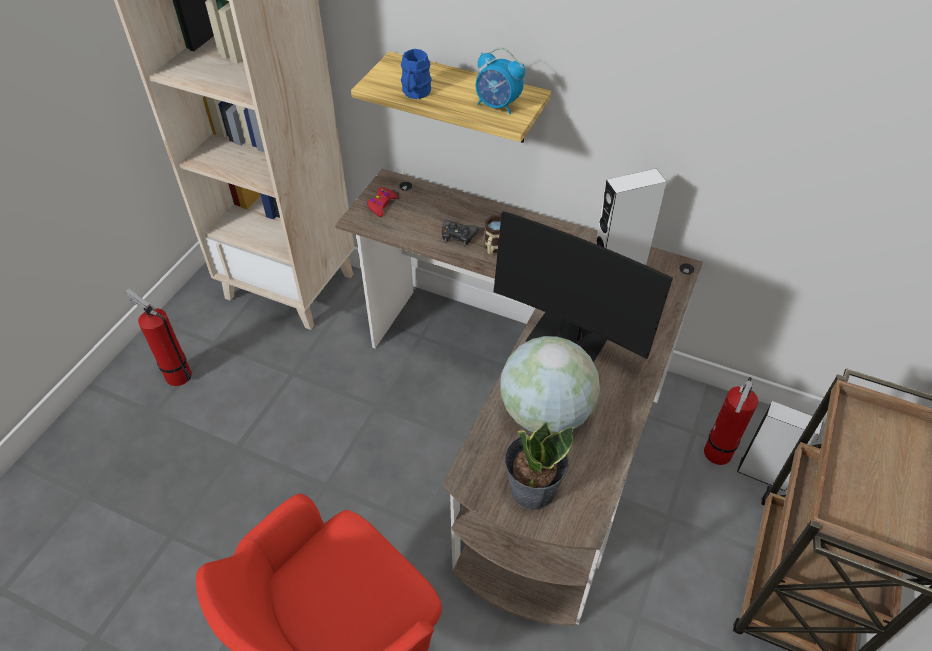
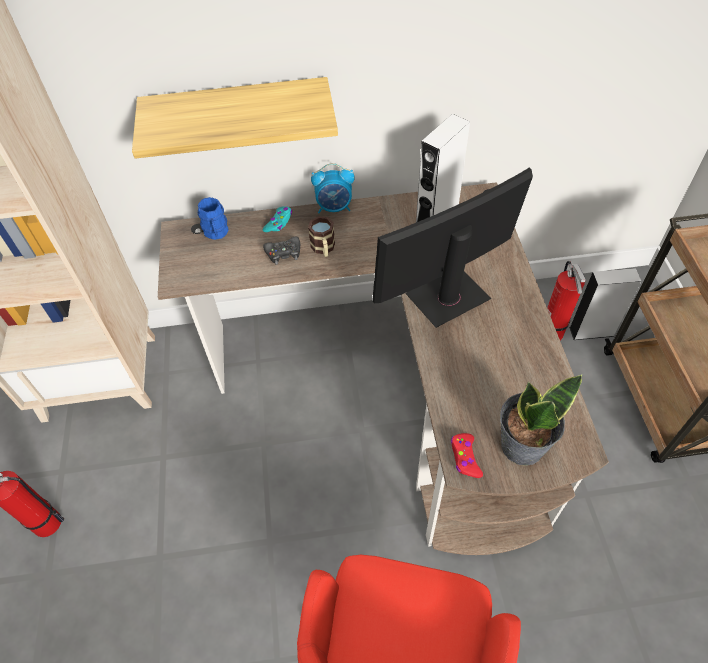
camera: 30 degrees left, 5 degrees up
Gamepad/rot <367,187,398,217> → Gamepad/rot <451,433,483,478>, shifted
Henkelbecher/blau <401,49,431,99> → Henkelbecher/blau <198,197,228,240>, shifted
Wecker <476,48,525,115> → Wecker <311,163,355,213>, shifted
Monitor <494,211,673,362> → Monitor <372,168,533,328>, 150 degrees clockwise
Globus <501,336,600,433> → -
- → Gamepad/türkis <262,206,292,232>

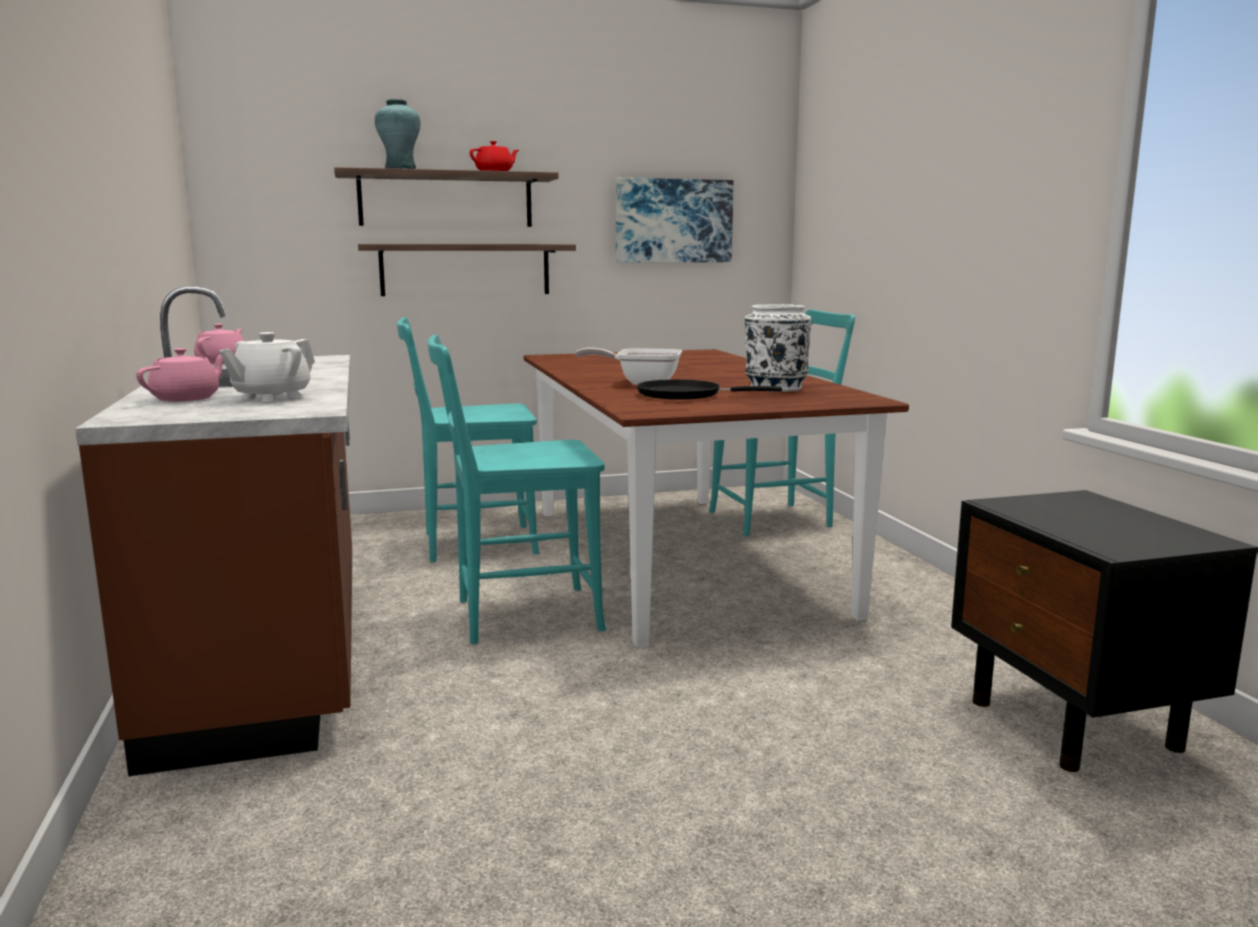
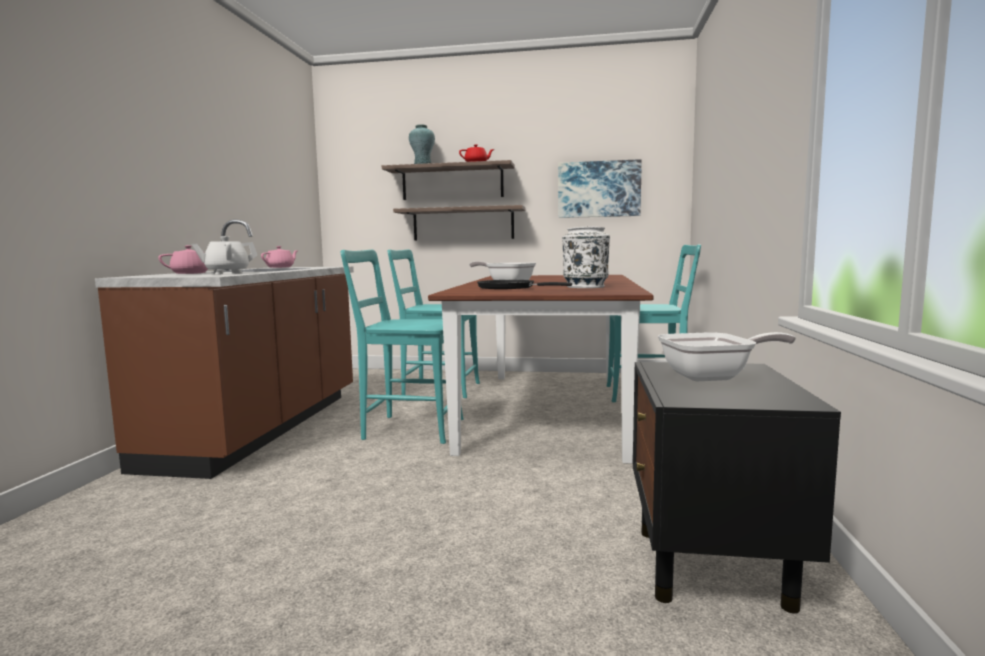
camera: 25 degrees right, 5 degrees down
- → Pfanne <658,332,796,381>

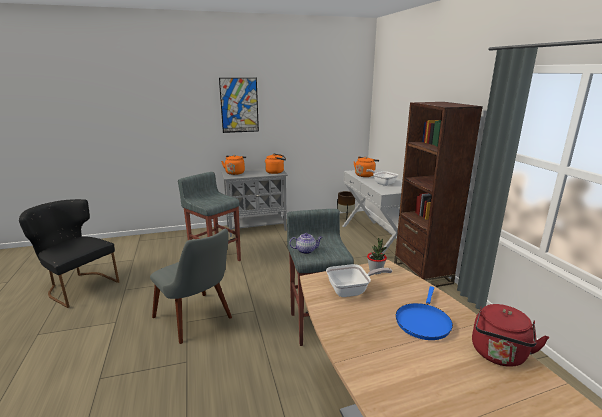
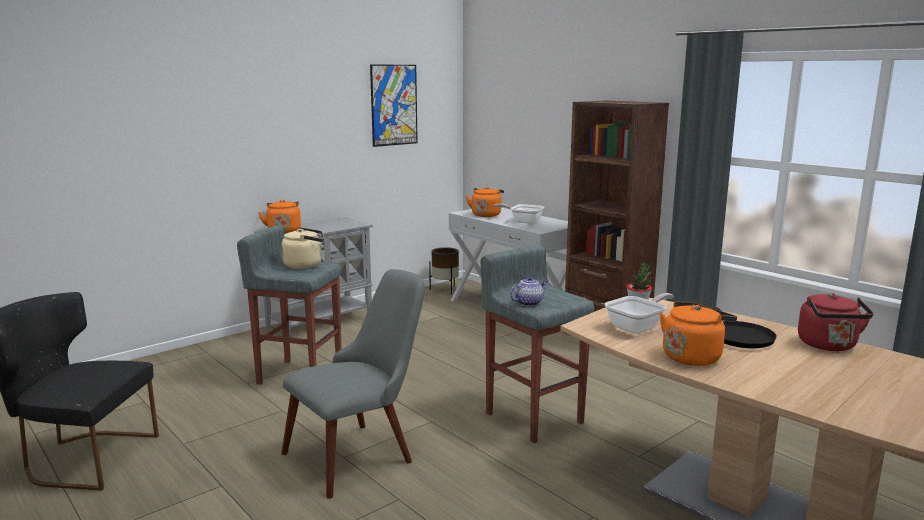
camera: 25 degrees left, 5 degrees down
Stuhl/grau <150,229,232,344> → Stuhl/grau <281,269,425,499>, 60 degrees counterclockwise
Bild <219,78,259,133> → Bild <370,64,418,147>, shifted
Wasserkessel/orange <265,153,286,174> → Wasserkessel/orange <660,302,737,366>, shifted
Pfanne/blau <396,286,453,340> → Pfanne/schwarz <713,307,777,348>
- → Wasserkessel/beige <281,228,324,269>

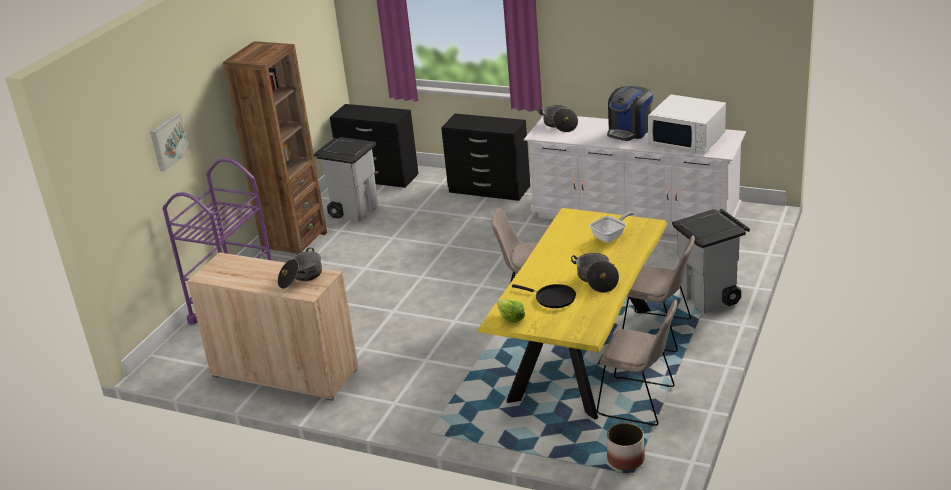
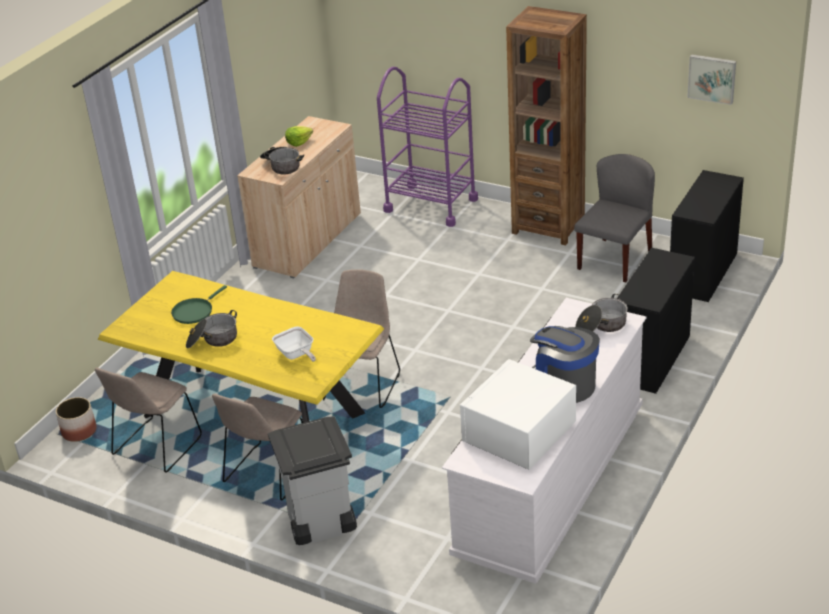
camera: 95 degrees right, 5 degrees up
Bild <150,114,190,171> → Bild <687,54,736,105>, shifted
Mülleimer/grau <314,137,378,222> → Stuhl/grau <574,154,655,283>
Salatkopf <497,299,525,323> → Salatkopf <285,126,313,147>, shifted
Pfanne/schwarz <512,284,576,308> → Pfanne/grün <171,285,227,324>

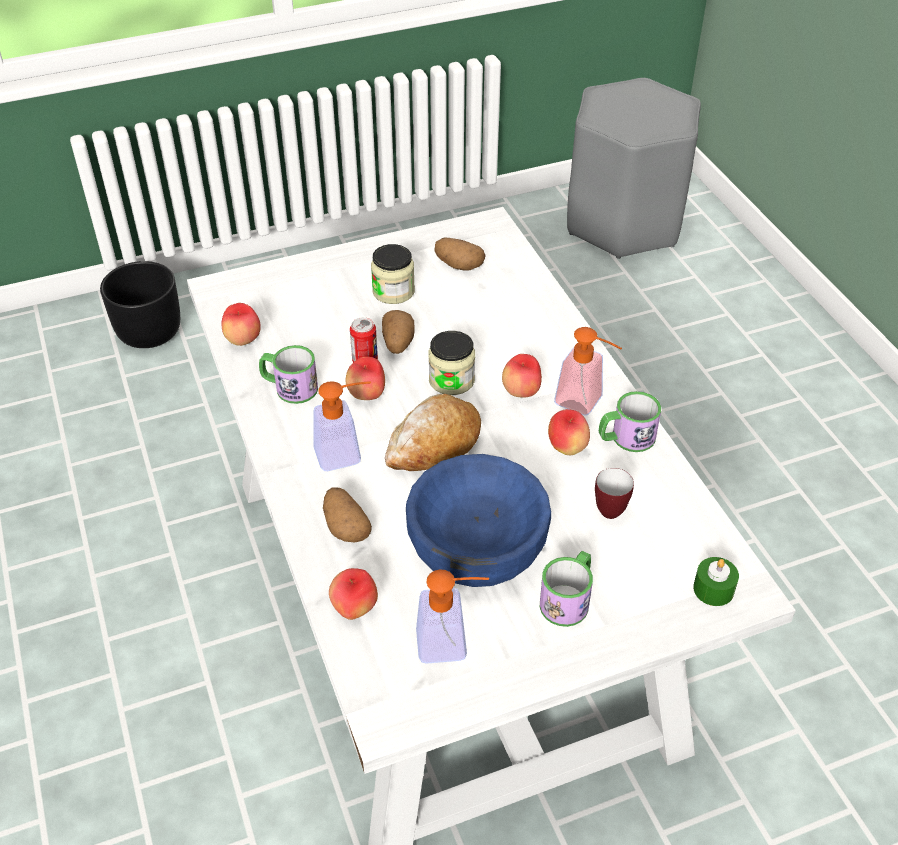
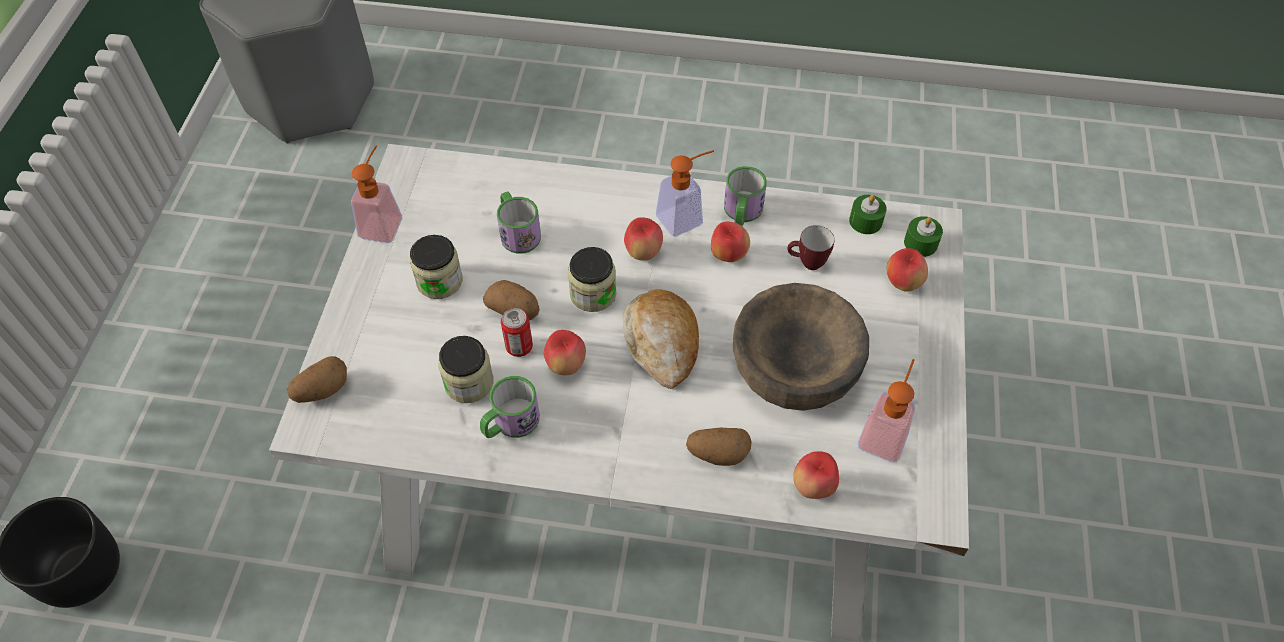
camera: 60 degrees left, 10 degrees up
Apfel <222,303,261,346> → Apfel <887,248,928,291>, shifted
Seifenspender <313,381,371,471> → Seifenspender <351,145,402,243>, shifted
Schüssel/blau <406,454,551,587> → Schüssel/braun <733,283,869,411>
Kartoffel <434,237,486,271> → Kartoffel <287,356,347,403>, shifted
Henkelbecher <540,551,593,627> → Henkelbecher <497,191,541,254>, shifted
- → Vorratsglas <438,336,494,403>
- → Kerze/grün <849,195,887,234>

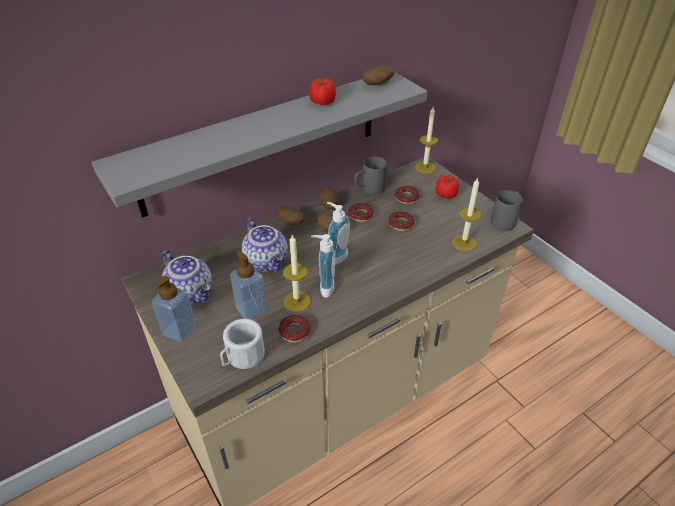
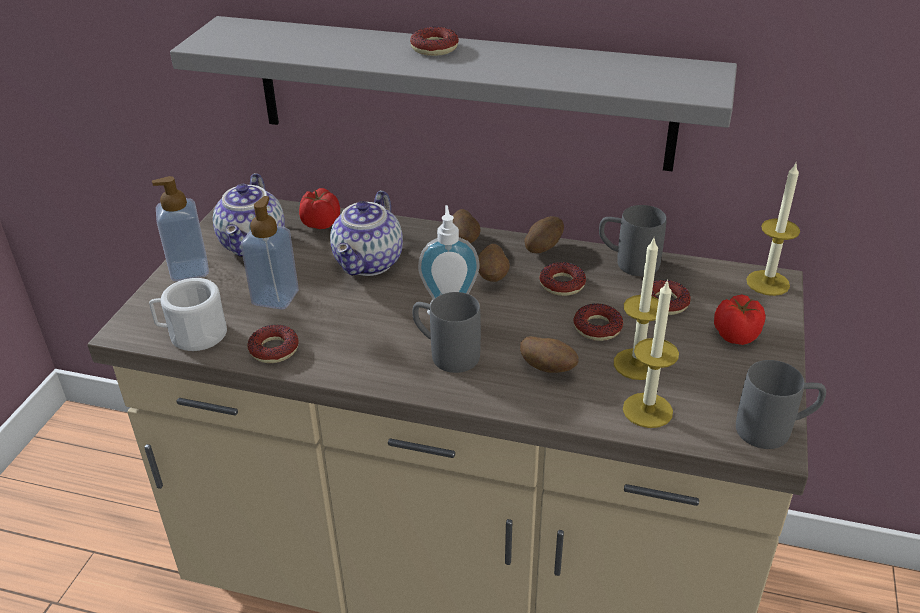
camera: 50 degrees right, 5 degrees down
Kerze <283,235,311,312> → Kerze <614,238,659,380>, shifted
Tomate <309,78,336,105> → Tomate <299,188,340,229>, shifted
Seifenspender <311,234,335,298> → -
Kartoffel <362,65,395,85> → Kartoffel <520,336,579,373>, shifted
- → Donut <410,27,459,56>
- → Henkelbecher/grau <412,292,481,373>

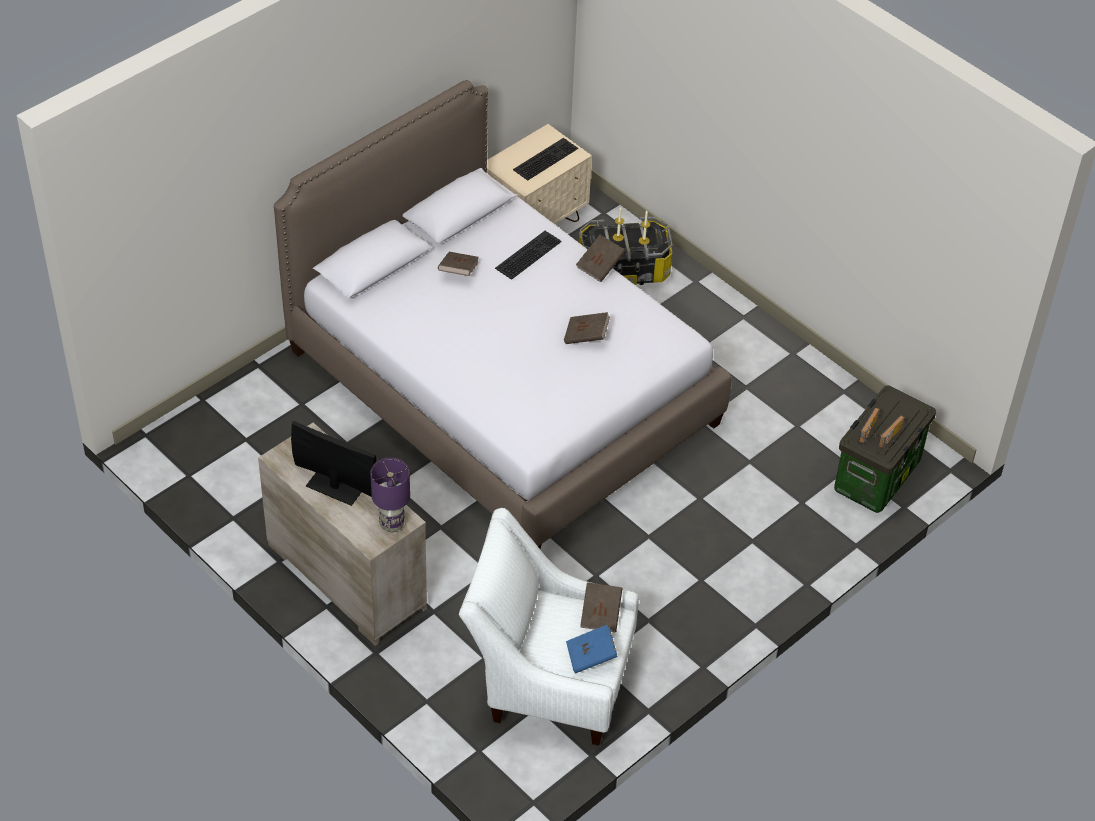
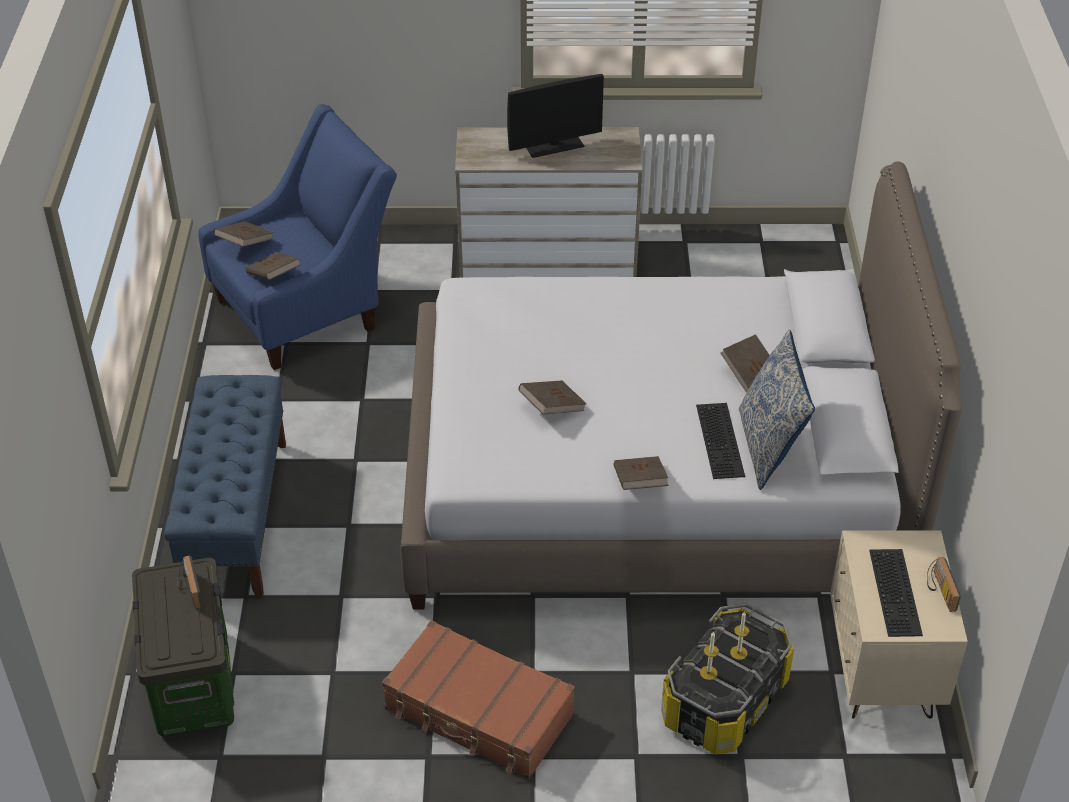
camera: 135 degrees right, 5 degrees down
Tischlampe/lila <370,458,410,532> → -
Sessel/weiß <459,508,639,746> → Sessel/blau <198,104,397,370>
Buch/blau <566,625,618,673> → Buch/braun <214,221,274,247>
Radio <878,416,904,450> → Radio <927,557,961,612>, shifted
- → Bank/blau <164,375,286,598>
- → Koffer/braun <382,620,575,779>
- → Kissen <739,330,815,490>

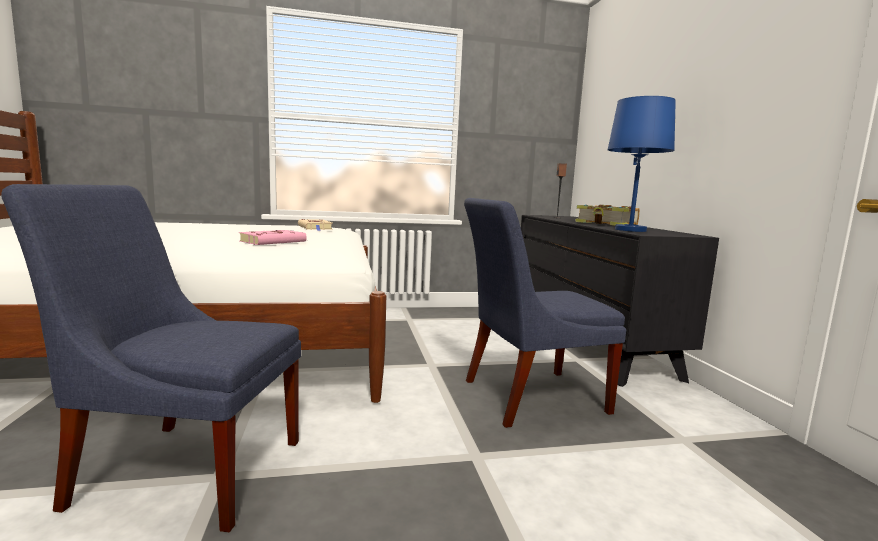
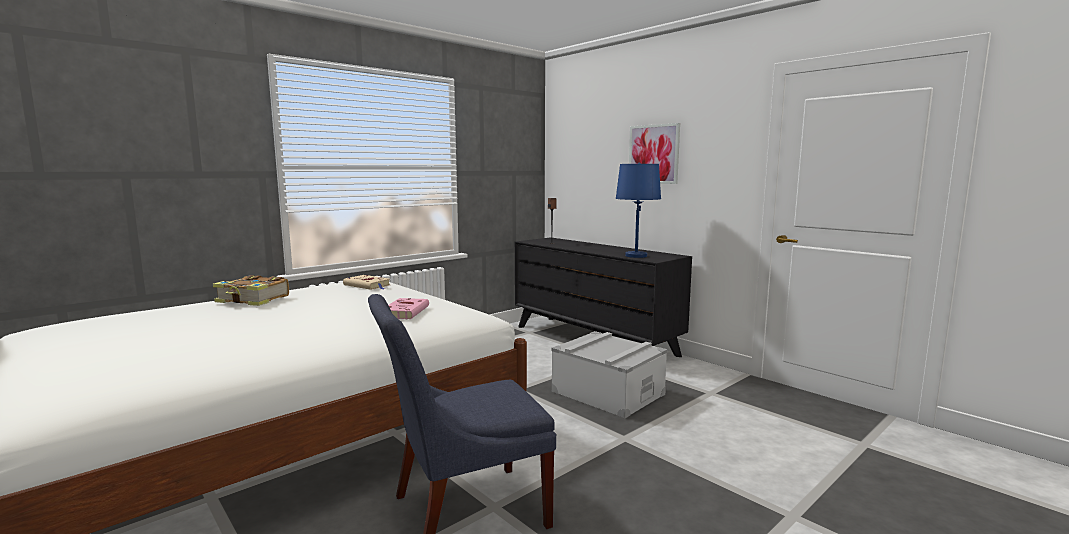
camera: 30 degrees left, 0 degrees up
Stuhl/blau <464,198,626,428> → Aufbewahrungsbox/grau <552,331,667,418>
Buch <575,205,640,226> → Buch <213,275,289,306>, shifted
- → Bild <629,123,680,184>

